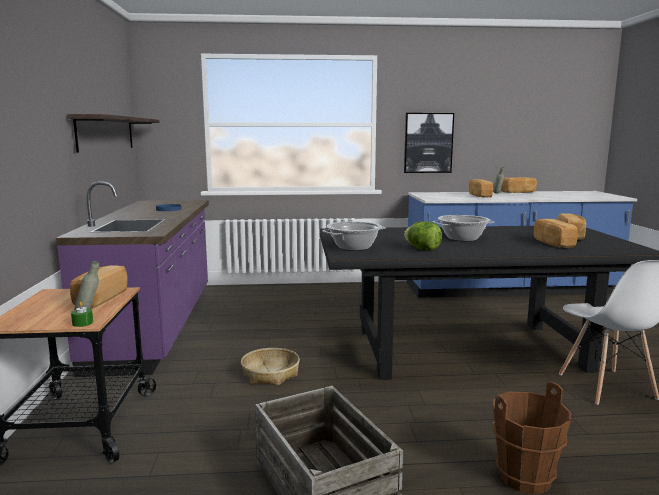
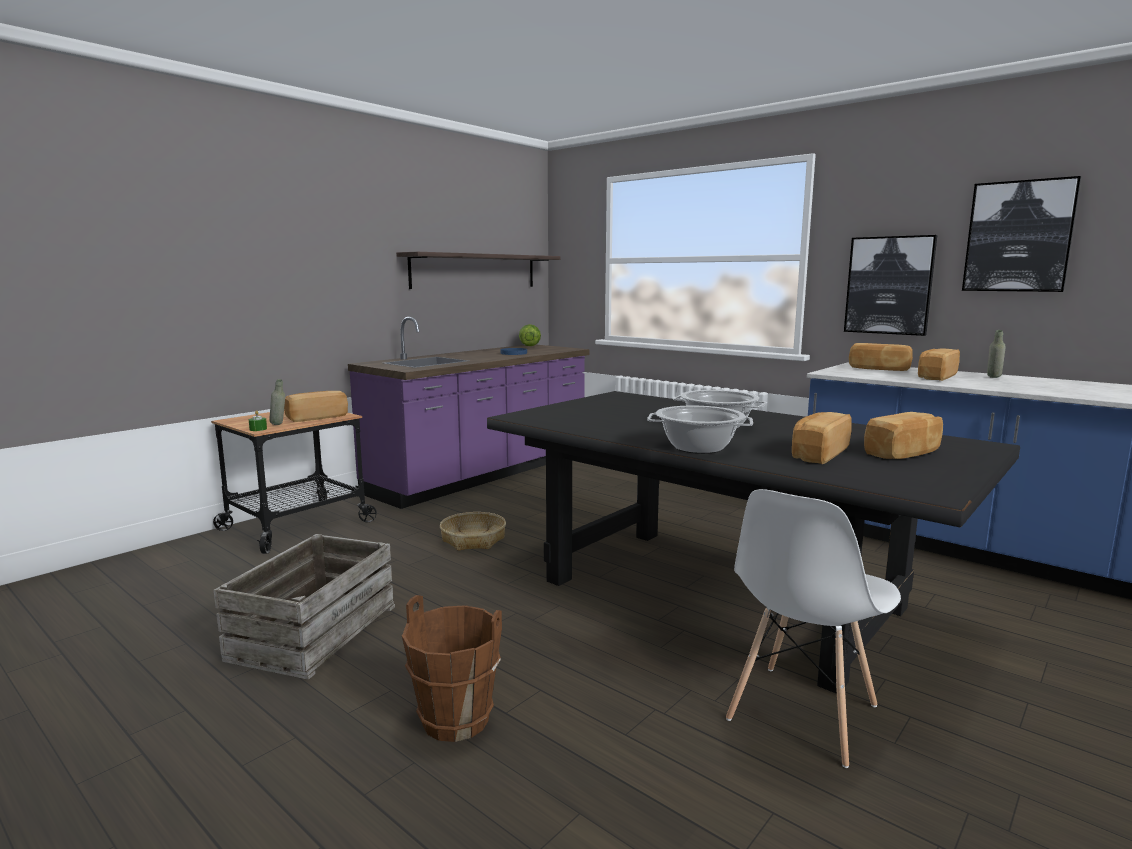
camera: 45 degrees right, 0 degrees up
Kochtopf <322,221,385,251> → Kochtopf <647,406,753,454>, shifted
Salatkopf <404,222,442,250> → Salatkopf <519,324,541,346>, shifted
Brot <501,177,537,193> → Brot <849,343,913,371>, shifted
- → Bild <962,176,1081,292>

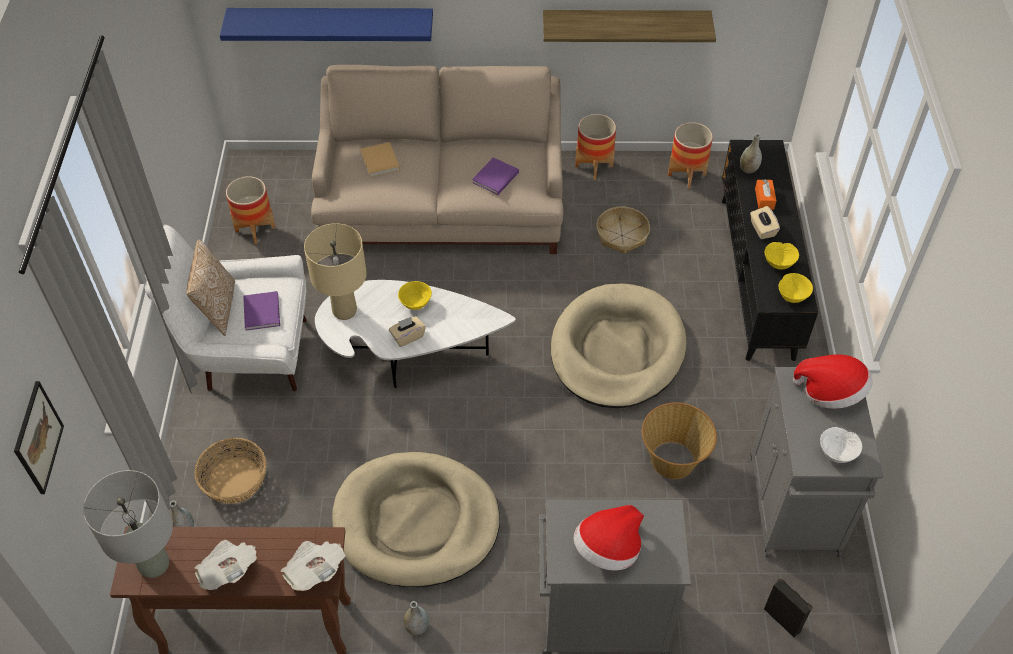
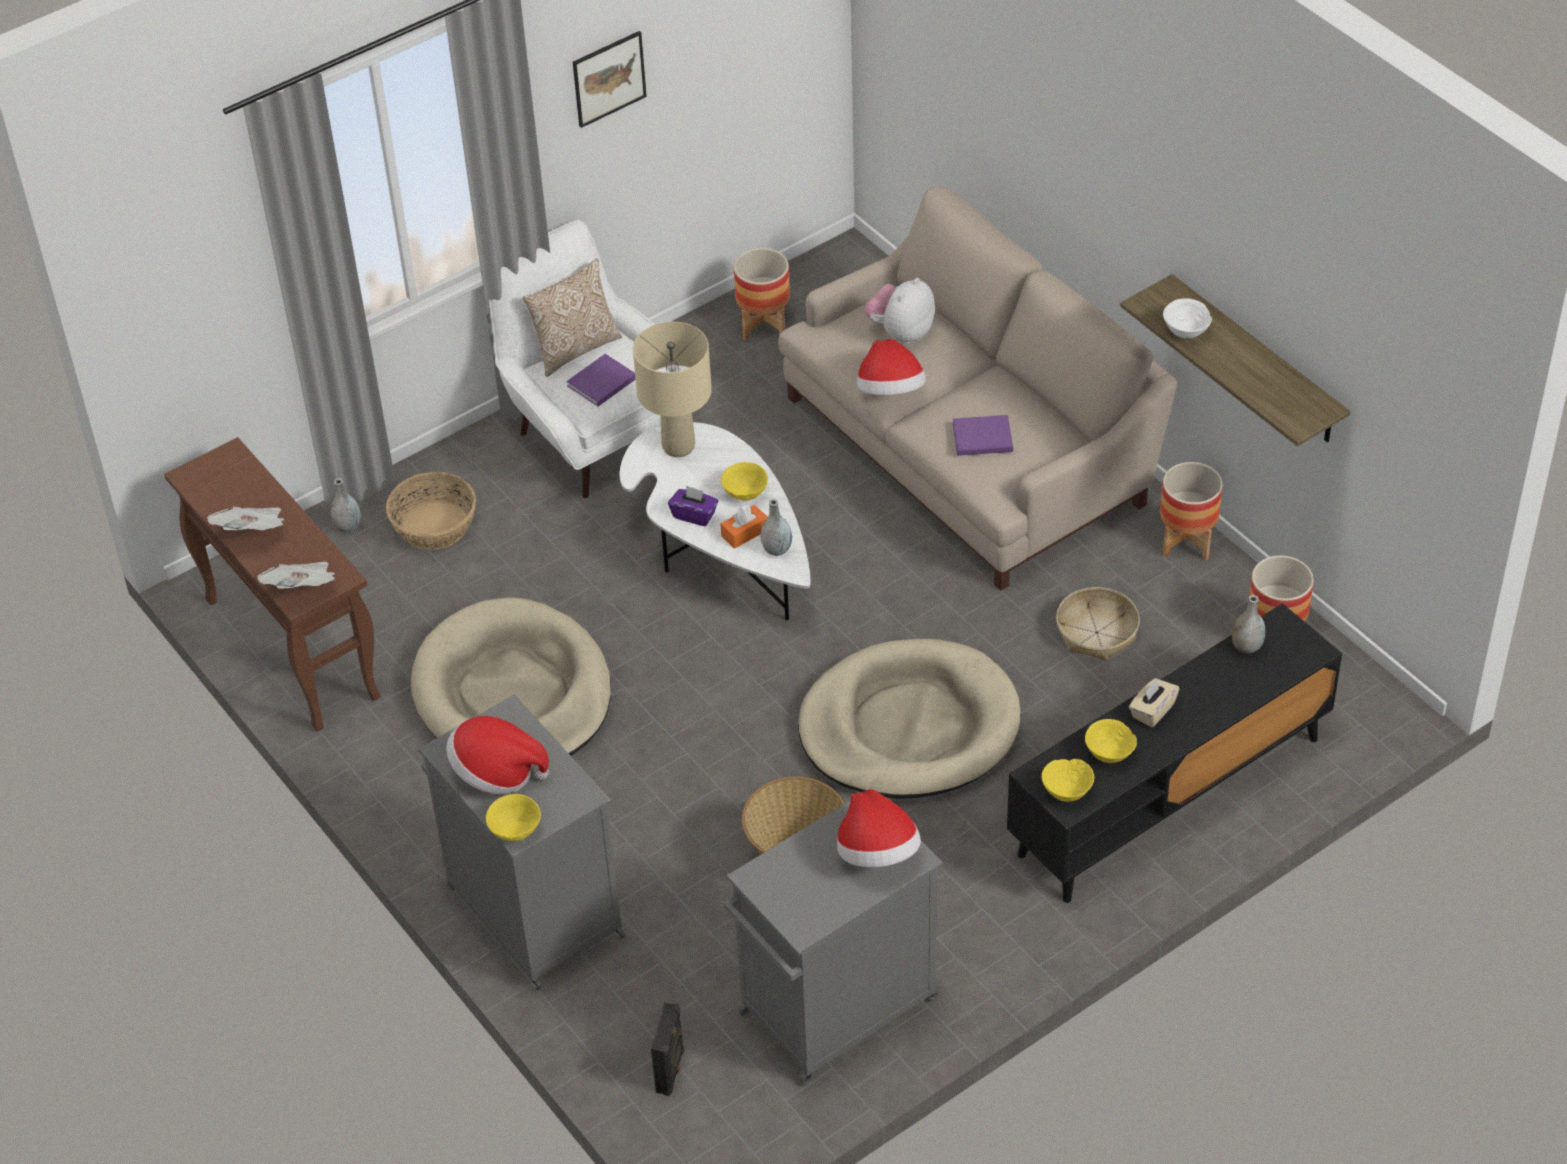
camera: 55 degrees right, 5 degrees down
Bild <14,381,64,494> → Bild <573,31,647,128>, shifted
Tischlampe/grau <83,470,173,578> → -
Wandregal/blau <220,8,433,41> → -
Buch/beige <360,142,400,177> → Plüschtier <865,278,935,344>
Taschentuchbox/beige <389,316,426,347> → Taschentuchbox/lila <668,485,718,526>
Vase/grau <403,601,429,635> → Vase/grau <761,499,792,556>, shifted
Taschentuchbox/orange <755,179,776,209> → Taschentuchbox/orange <721,505,768,549>, shifted
Schüssel/weiß <820,427,862,463> → Schüssel/weiß <1163,298,1212,338>, shifted
- → Schüssel/gelb <486,794,541,841>
- → Hut <857,339,926,395>

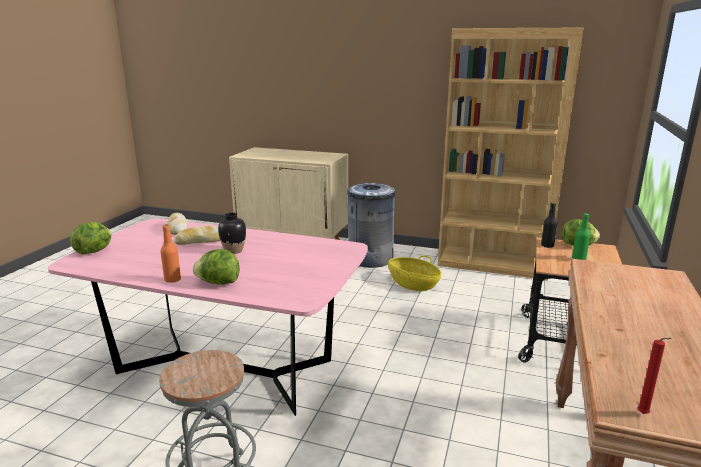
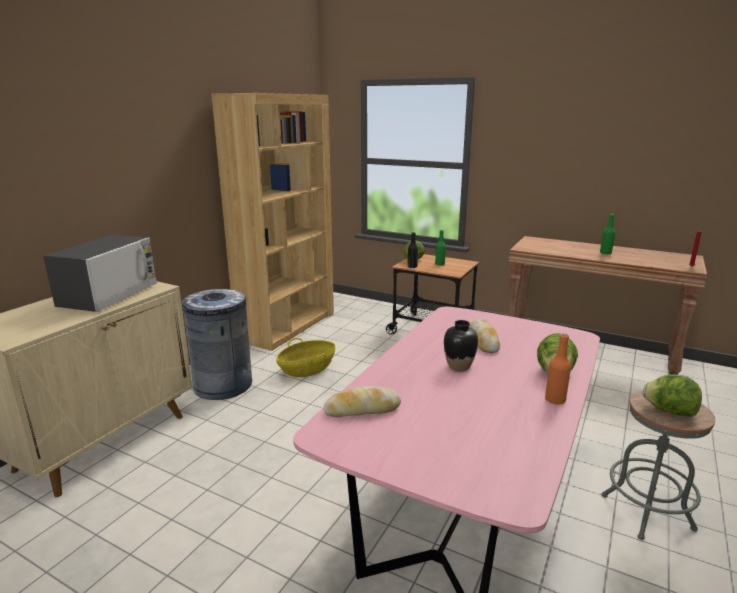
camera: 80 degrees left, 0 degrees up
Salatkopf <70,222,112,254> → Salatkopf <643,374,702,417>, shifted
Brot <174,226,220,245> → Brot <469,319,500,353>, shifted
- → Mikrowelle <43,235,157,312>
- → Flasche/grün <600,214,615,254>

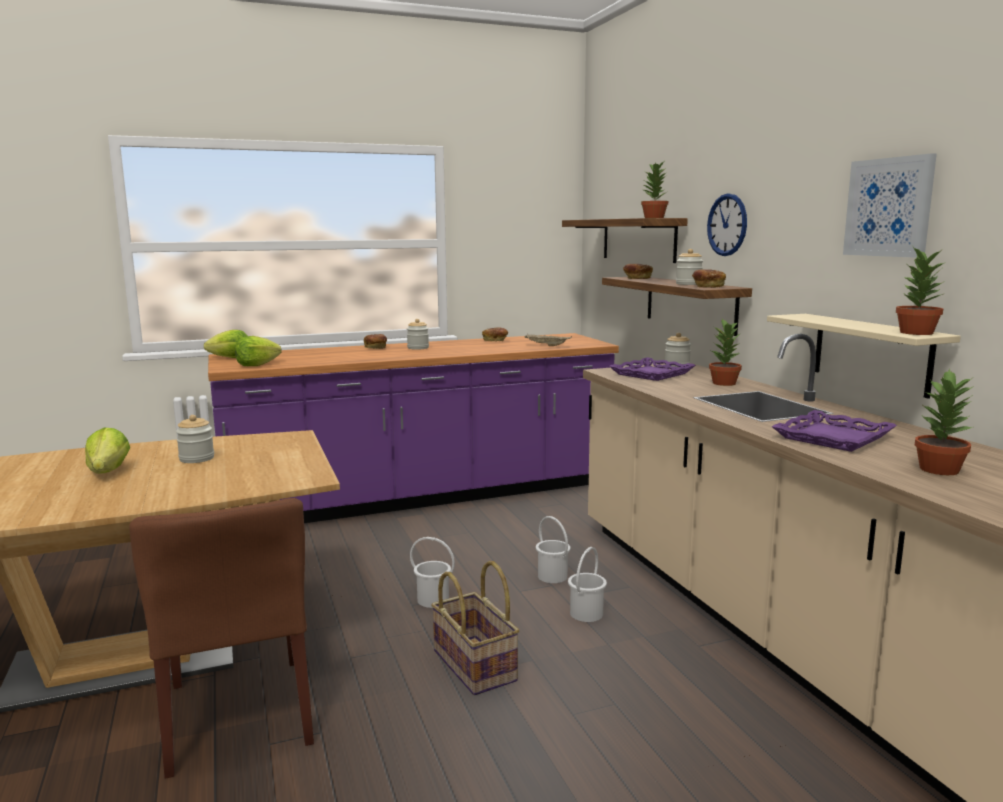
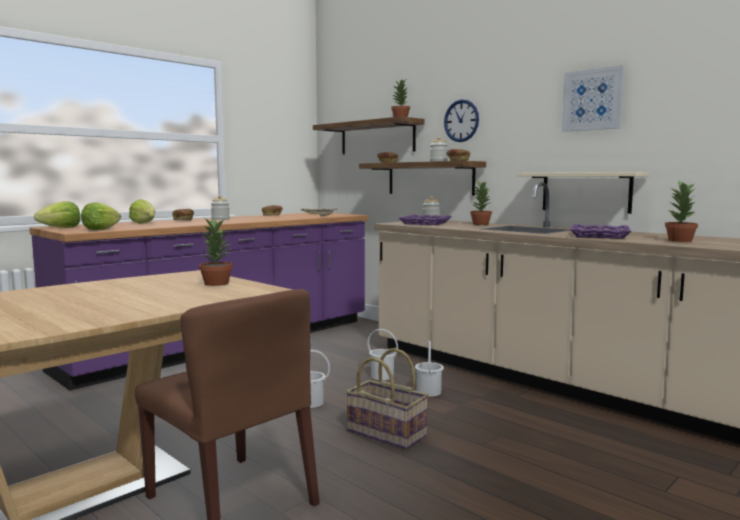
camera: 25 degrees left, 5 degrees down
Salatkopf <85,428,130,474> → Salatkopf <129,199,155,224>, shifted
Vorratsglas <176,415,214,463> → -
Topfpflanze <896,247,945,335> → Topfpflanze <199,219,233,286>, shifted

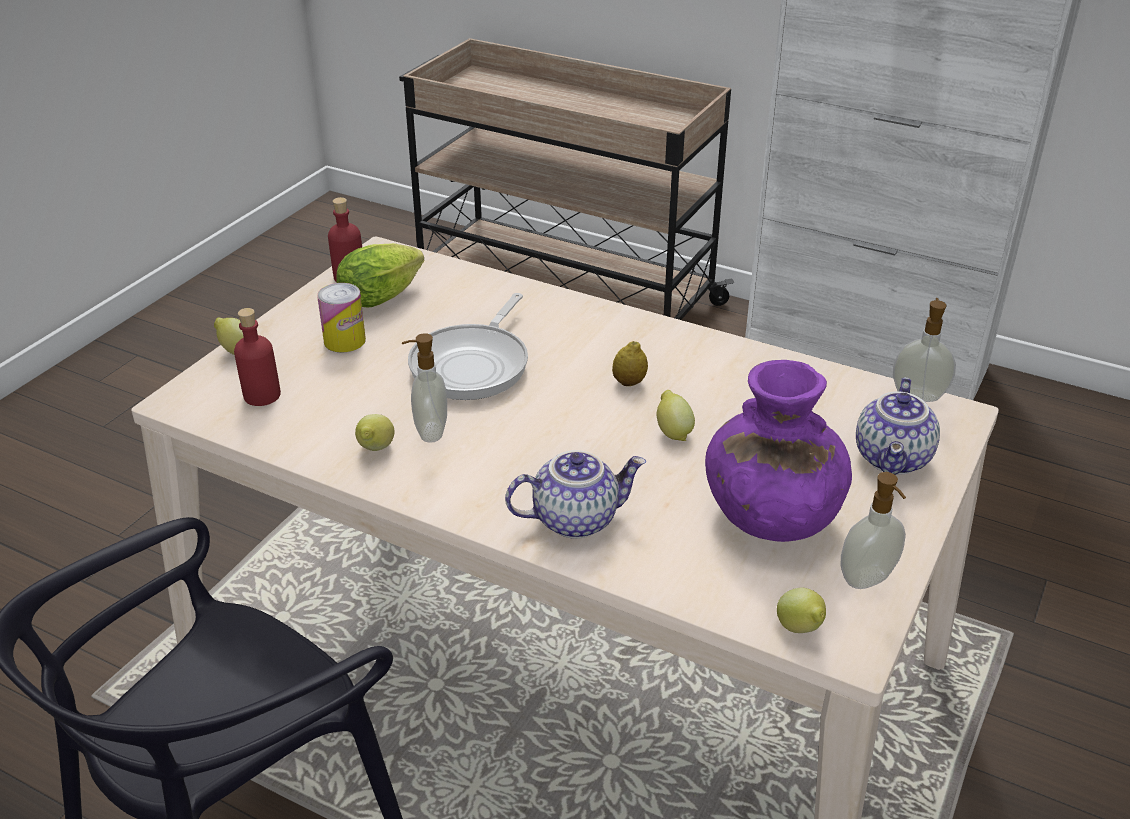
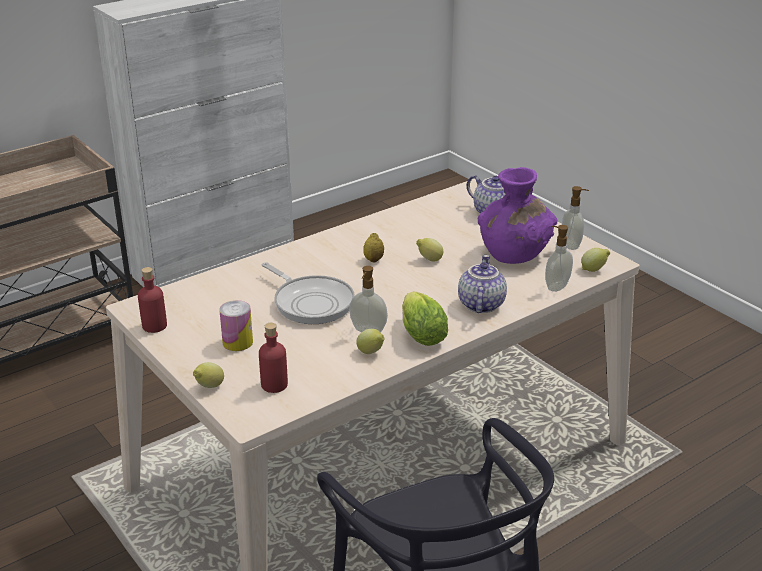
camera: 65 degrees left, 5 degrees down
Salatkopf <337,243,424,307> → Salatkopf <402,292,448,346>, shifted
Seifenspender <893,298,956,402> → Seifenspender <545,225,573,292>, shifted

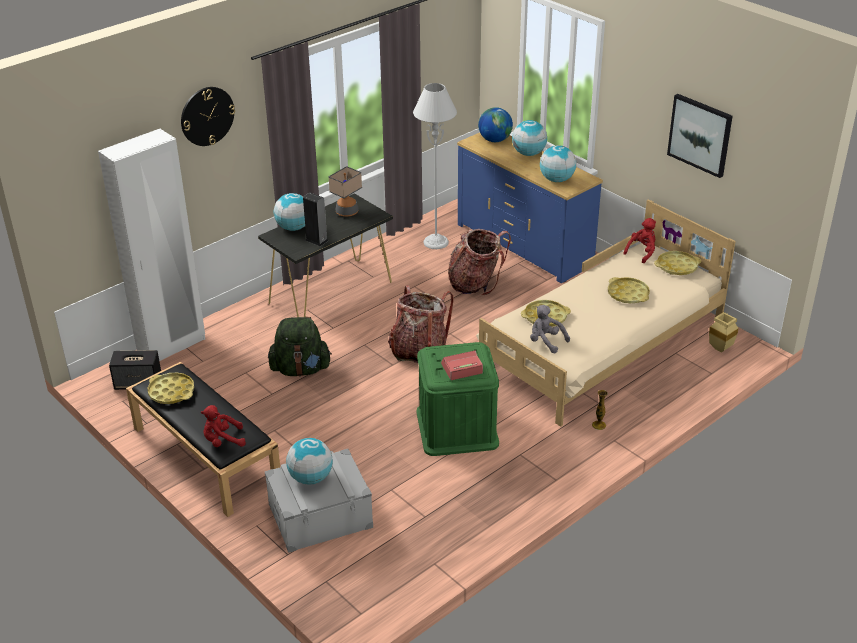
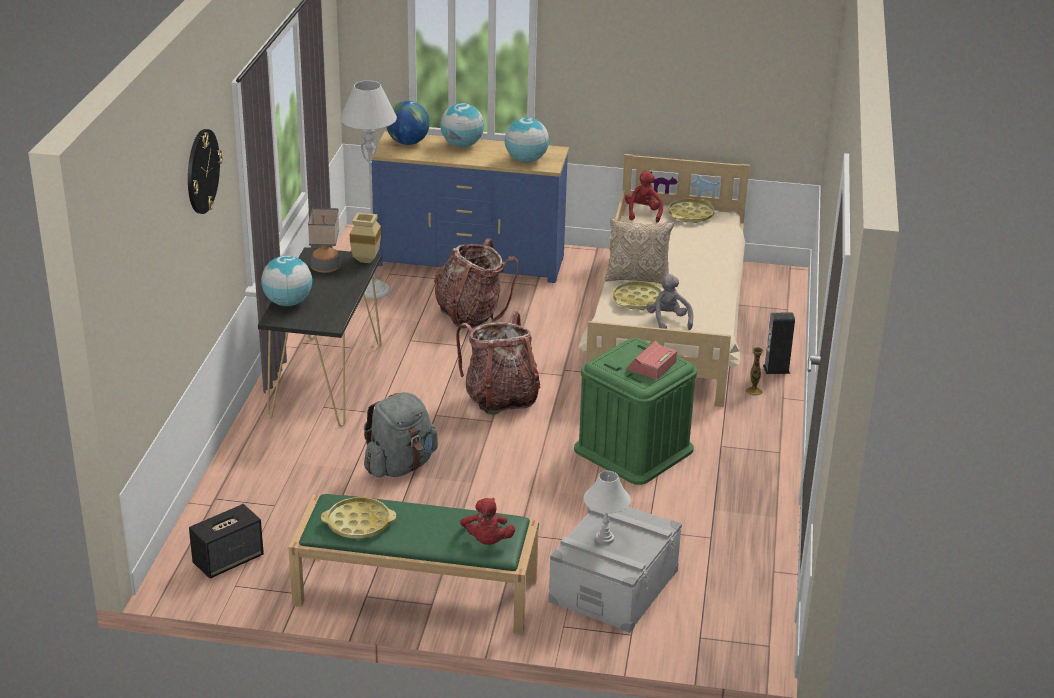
camera: 40 degrees left, 5 degrees down
Kleiderschrank/weiß <98,129,205,361> → -
Bank/schwarz <126,362,280,517> → Bank/grün <288,494,539,634>
Plüschtier/rot <201,405,246,447> → Plüschtier/rot <460,498,515,545>, 45 degrees counterclockwise
Rucksack/grün <268,317,332,376> → Rucksack/grau <364,392,438,478>
Globus <286,438,333,485> → Tischlampe/weiß <584,471,631,545>
Lautsprecher <303,192,329,246> → Lautsprecher <763,312,795,374>, shifted
Plüschtier/grau <530,305,570,353> → Plüschtier/grau <646,274,693,330>, 75 degrees clockwise
Tablett/gelb <608,277,650,303> → -
Bild <667,94,733,178> → -
Vase/beige <709,312,739,353> → Vase/beige <350,213,381,263>, shifted
- → Kissen <605,219,674,284>

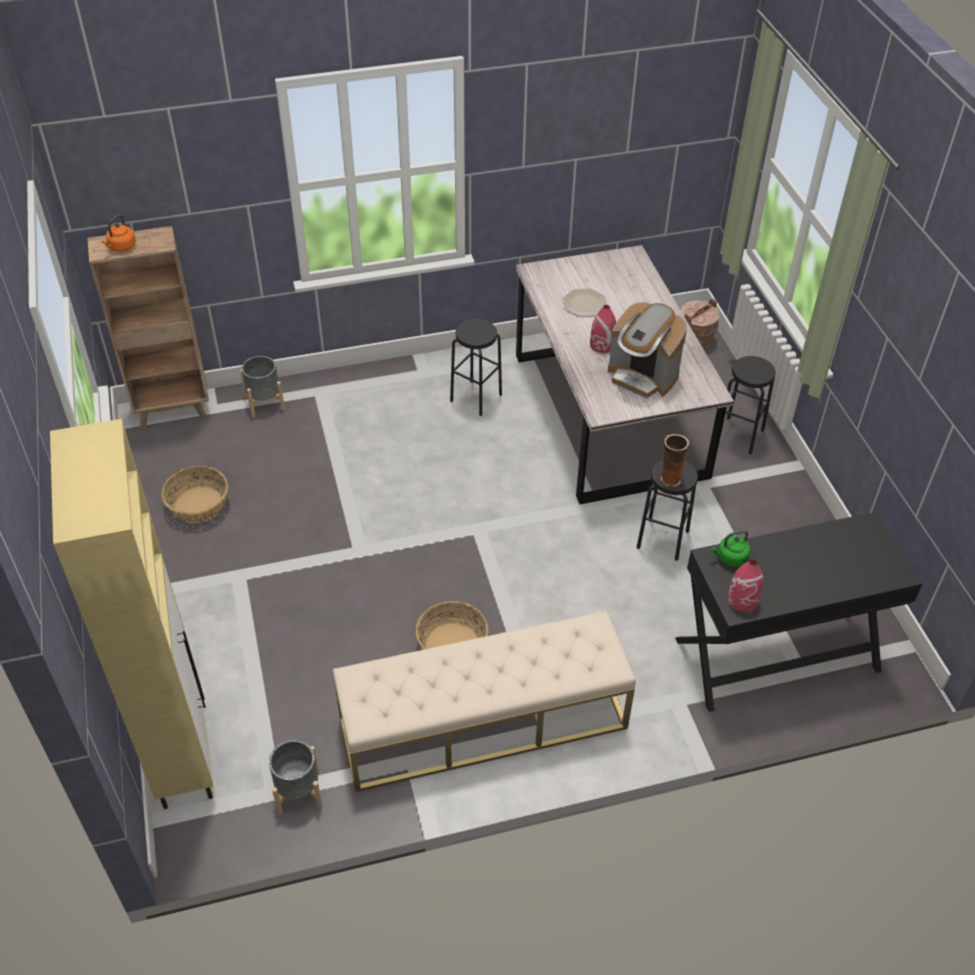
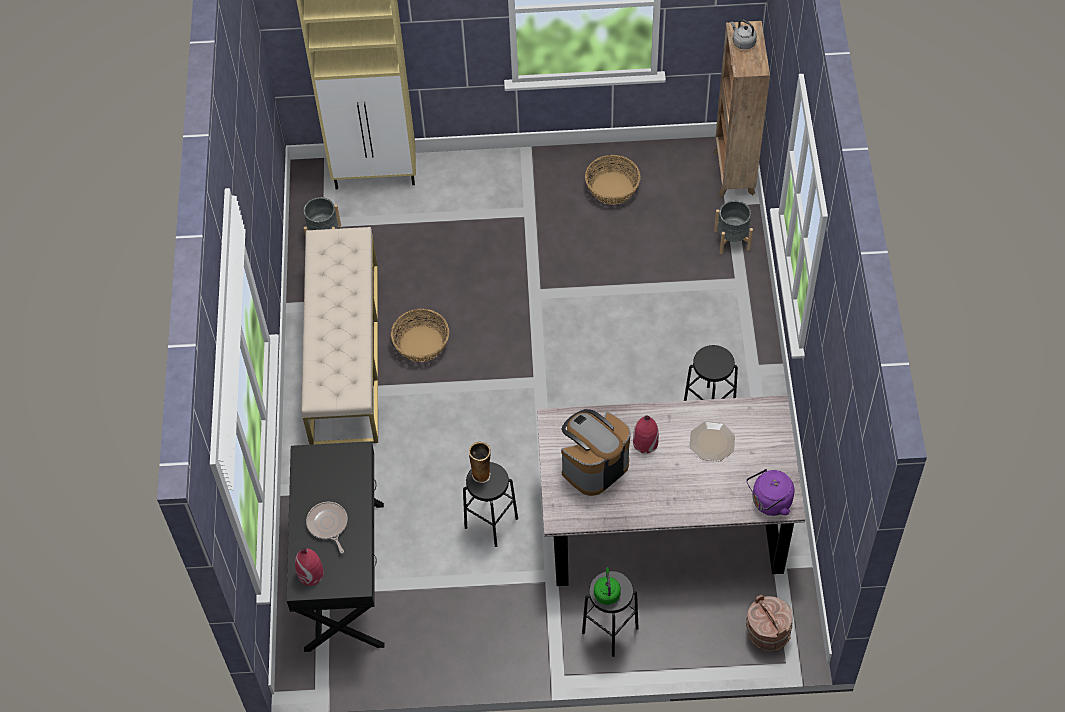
camera: 105 degrees right, 10 degrees up
Wasserkessel/orange <101,215,136,252> → Wasserkessel/grau <731,19,757,49>
Wasserkessel/grün <711,530,751,567> → Wasserkessel/grün <594,567,621,605>, shifted
Vase/rot <727,559,763,613> → Vase/rot <295,548,324,586>, shifted
- → Pfanne <306,502,348,553>
- → Wasserkessel/lila <747,469,794,516>

